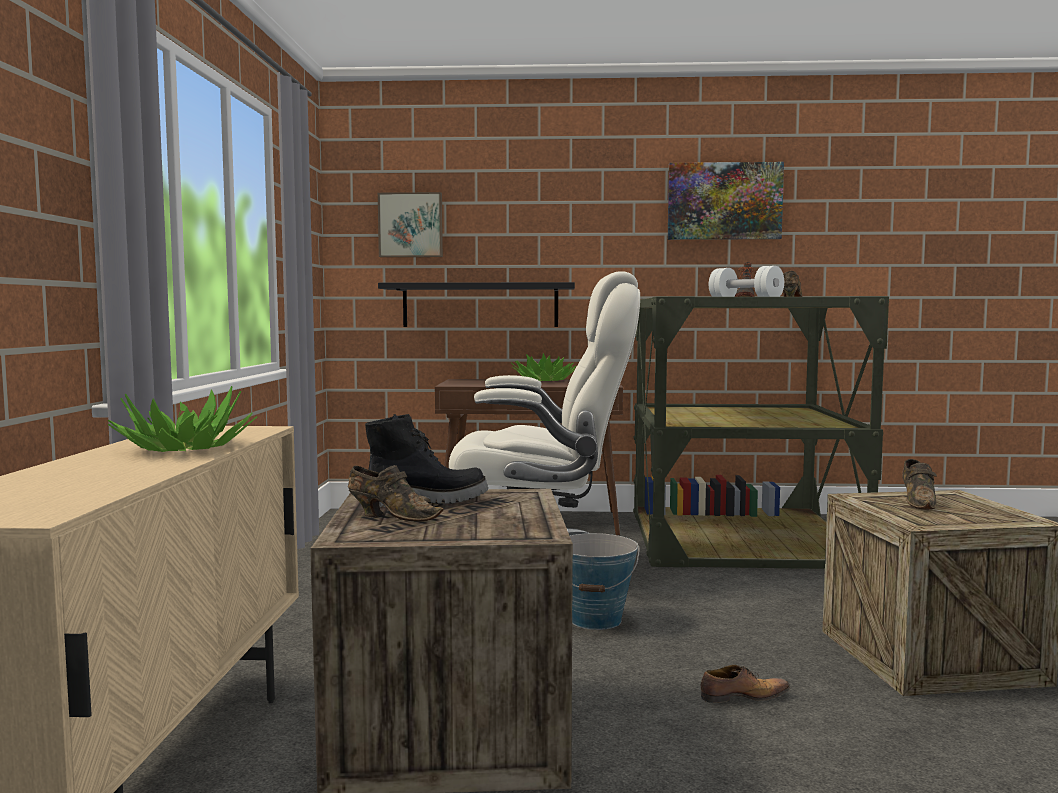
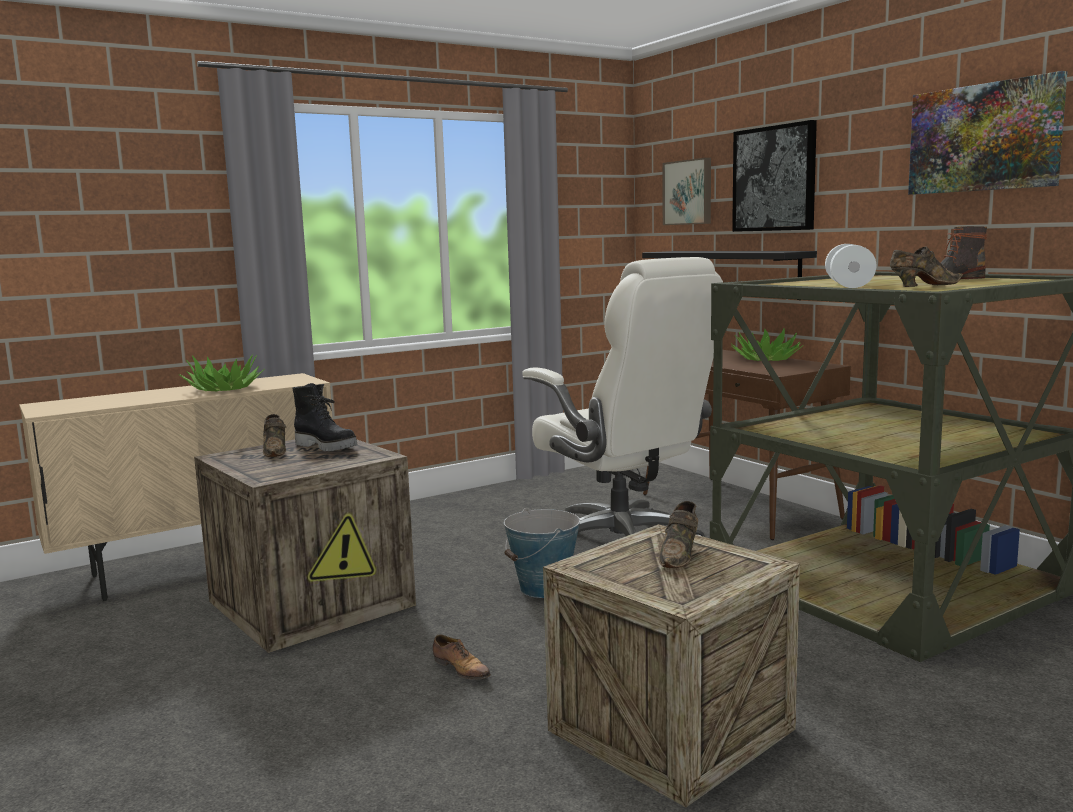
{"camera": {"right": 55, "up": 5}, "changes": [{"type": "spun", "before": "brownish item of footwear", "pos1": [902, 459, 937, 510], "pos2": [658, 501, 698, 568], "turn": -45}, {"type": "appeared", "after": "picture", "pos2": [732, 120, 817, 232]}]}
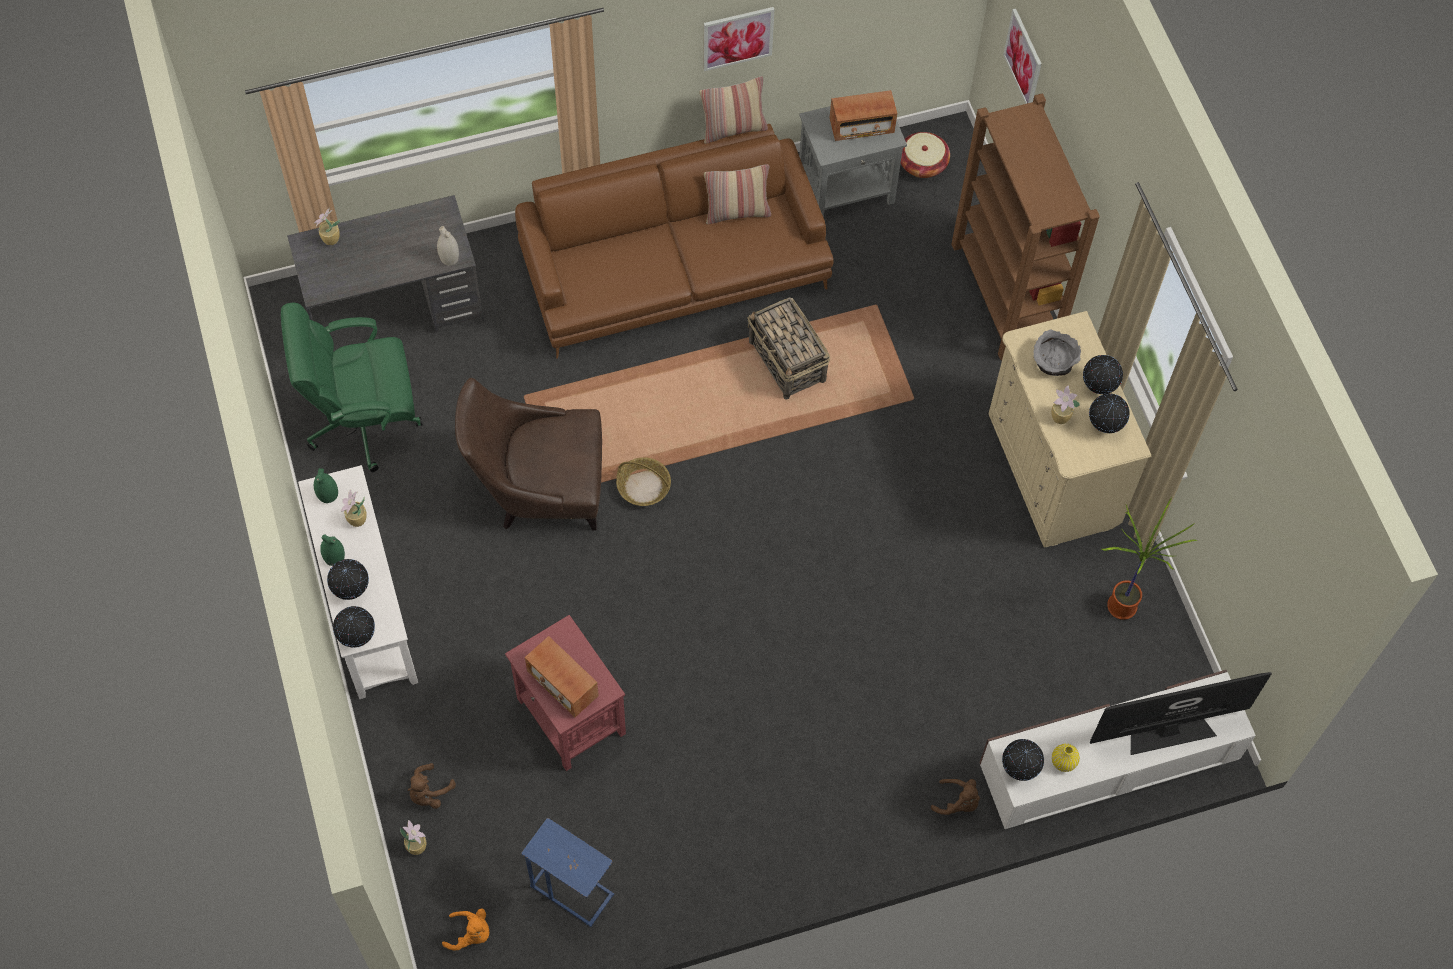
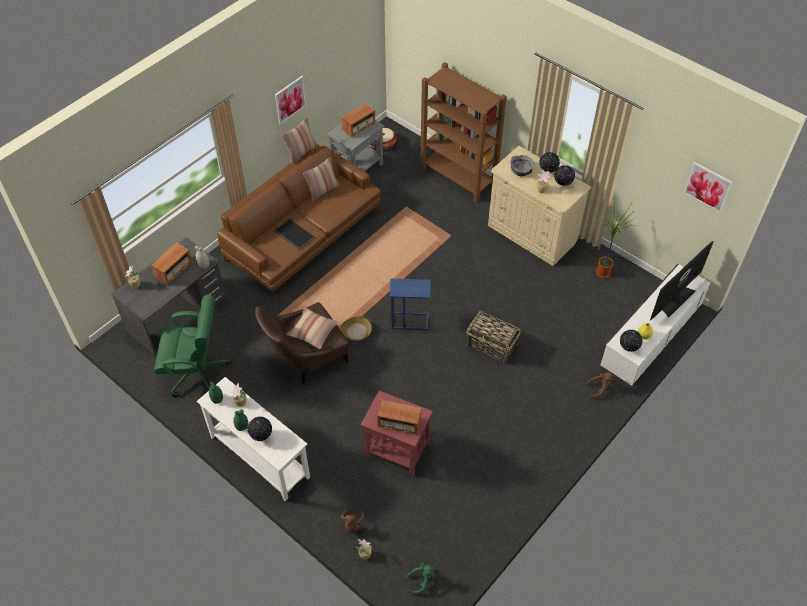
{"camera": {"right": -30, "up": -10}, "changes": [{"type": "appeared", "after": "radio set", "pos2": [151, 243, 192, 285]}, {"type": "spun", "before": "green-coloured office chair", "pos1": [281, 303, 423, 472], "pos2": [154, 295, 231, 397], "turn": -135}, {"type": "appeared", "after": "tray", "pos2": [274, 218, 316, 250]}, {"type": "appeared", "after": "throw pillow", "pos2": [286, 308, 339, 349]}, {"type": "relocated", "before": "blue-coloured end table", "pos1": [521, 818, 614, 927], "pos2": [390, 279, 431, 330]}, {"type": "colour", "before": "orange-coloured cuddly toy", "after": "green-coloured cuddly toy", "pos1": [442, 909, 489, 950], "pos2": [406, 562, 436, 594]}, {"type": "relocated", "before": "household basket", "pos1": [747, 297, 830, 400], "pos2": [466, 311, 521, 364]}, {"type": "relocated", "before": "picture", "pos1": [1003, 9, 1042, 104], "pos2": [683, 162, 733, 213]}, {"type": "missing", "before": "world globe", "pos1": [333, 606, 375, 648]}]}
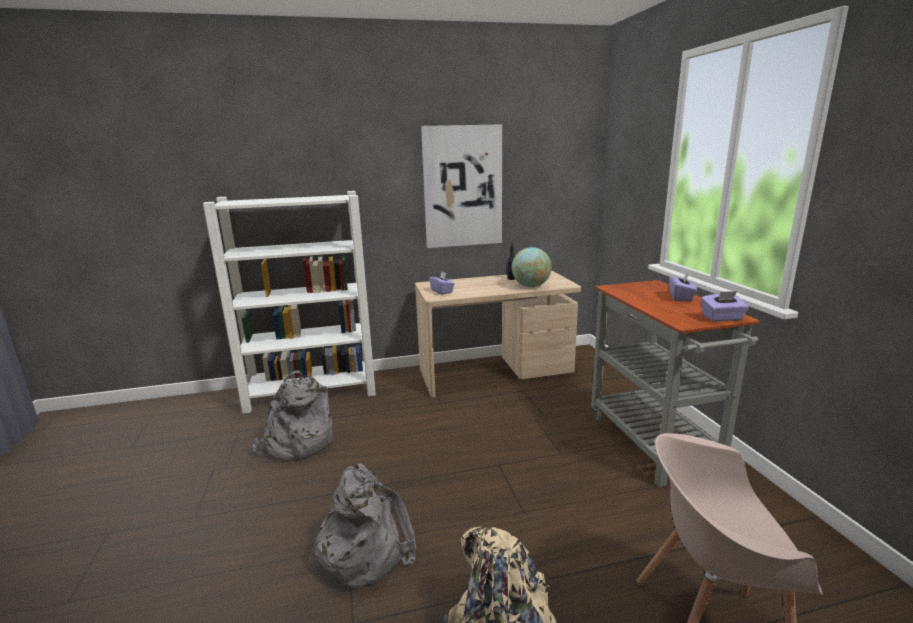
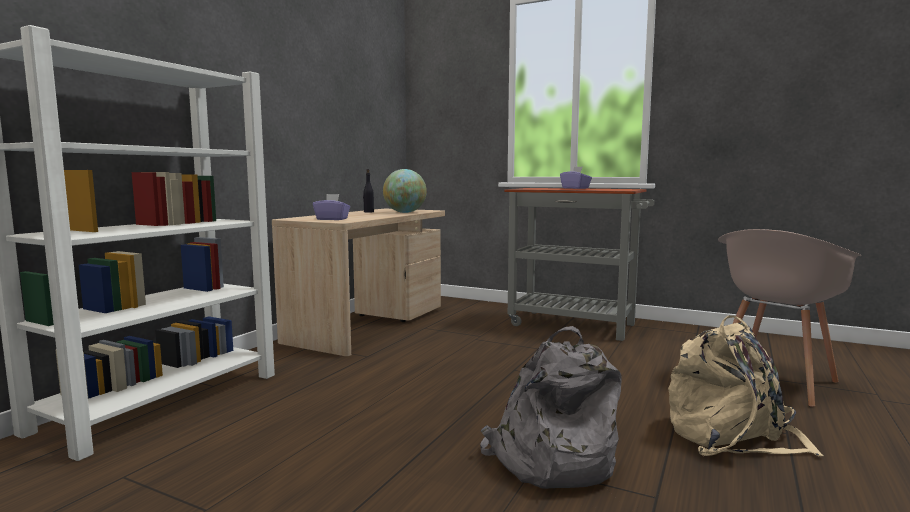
{"camera": {"right": -50, "up": -10}, "changes": [{"type": "missing", "before": "greyish rucksack", "pos1": [253, 370, 333, 462]}, {"type": "missing", "before": "picture", "pos1": [421, 124, 502, 248]}, {"type": "missing", "before": "purple-coloured tissue box", "pos1": [701, 291, 749, 322]}]}
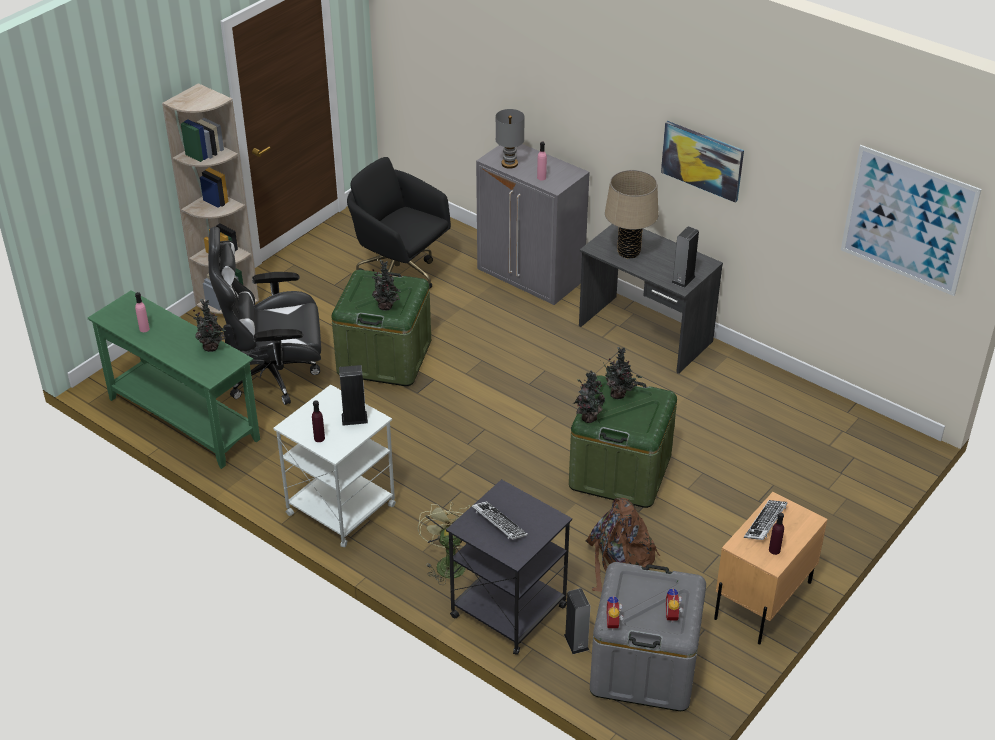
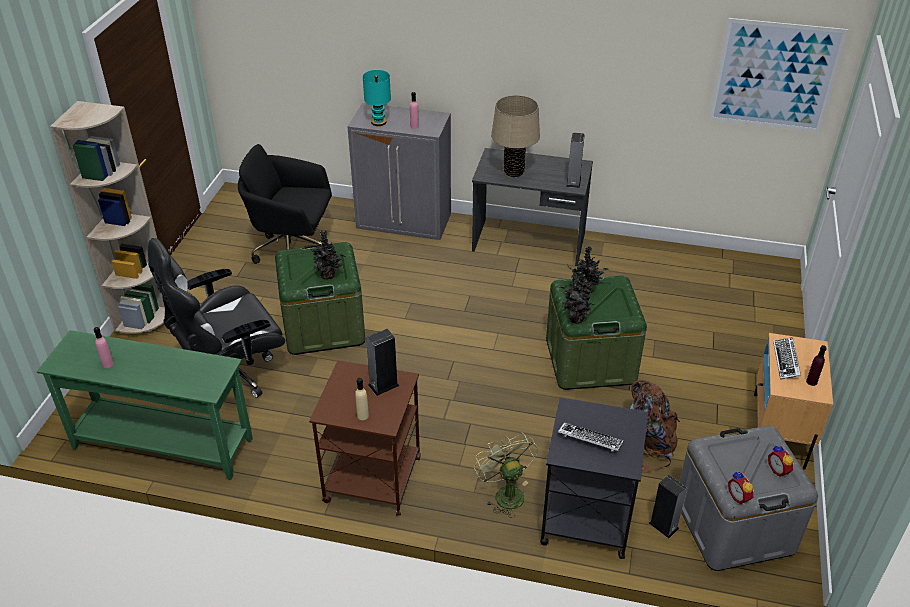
{"camera": {"right": -25, "up": 0}, "changes": [{"type": "colour", "before": "white-coloured trolley", "after": "brownish trolley", "pos1": [273, 385, 396, 547], "pos2": [309, 360, 421, 516]}, {"type": "colour", "before": "purple-coloured drink bottle", "after": "beige drink bottle", "pos1": [312, 400, 325, 442], "pos2": [355, 378, 369, 420]}, {"type": "colour", "before": "greyish tabletop lamp", "after": "turquoise tabletop lamp", "pos1": [496, 109, 525, 169], "pos2": [363, 70, 391, 126]}, {"type": "missing", "before": "potted plant", "pos1": [189, 299, 226, 352]}, {"type": "missing", "before": "picture", "pos1": [661, 121, 744, 203]}]}
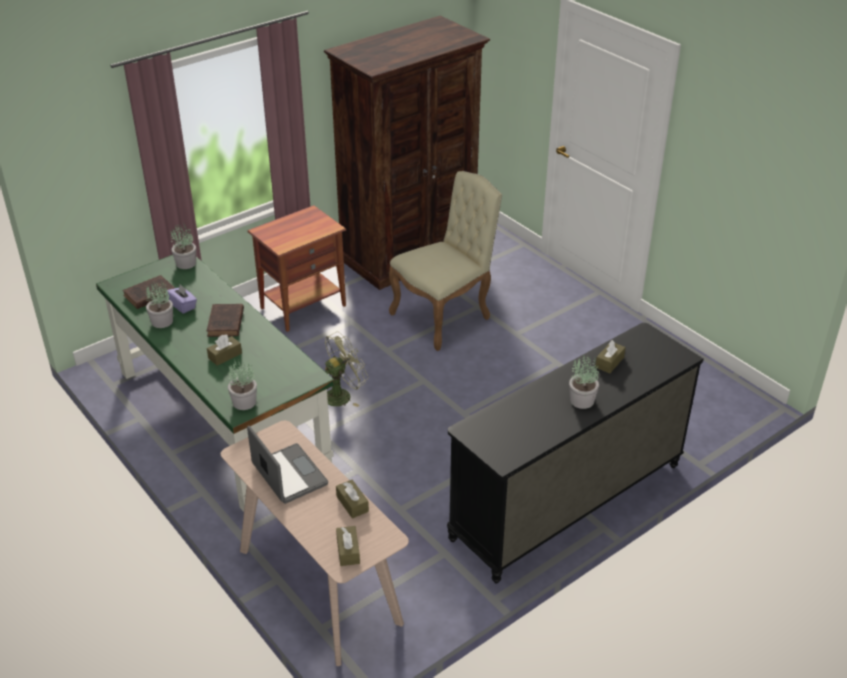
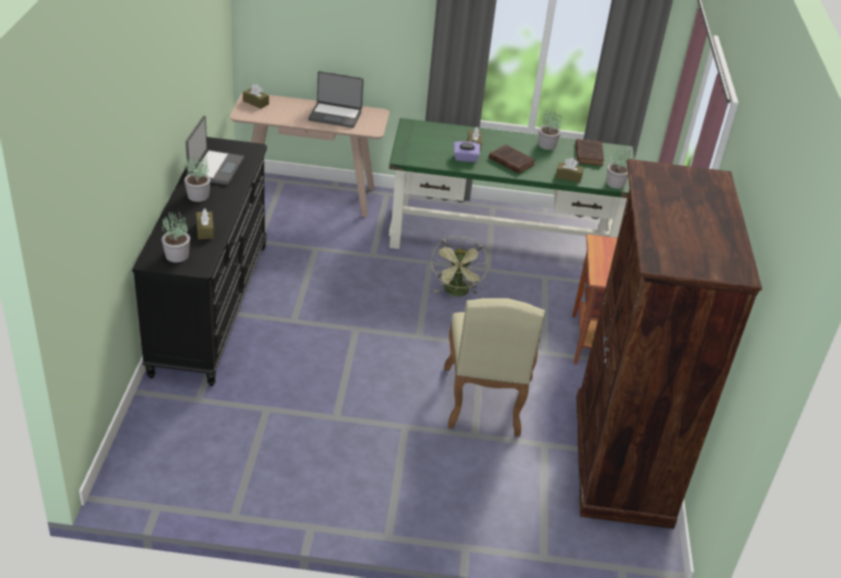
{"camera": {"right": 130, "up": 0}, "changes": [{"type": "relocated", "before": "potted plant", "pos1": [228, 359, 257, 410], "pos2": [162, 209, 190, 263]}, {"type": "appeared", "after": "laptop", "pos2": [186, 116, 244, 185]}, {"type": "relocated", "before": "purple-coloured tissue box", "pos1": [167, 284, 197, 314], "pos2": [454, 141, 480, 162]}, {"type": "relocated", "before": "brownish tissue box", "pos1": [336, 480, 369, 519], "pos2": [555, 158, 584, 183]}]}
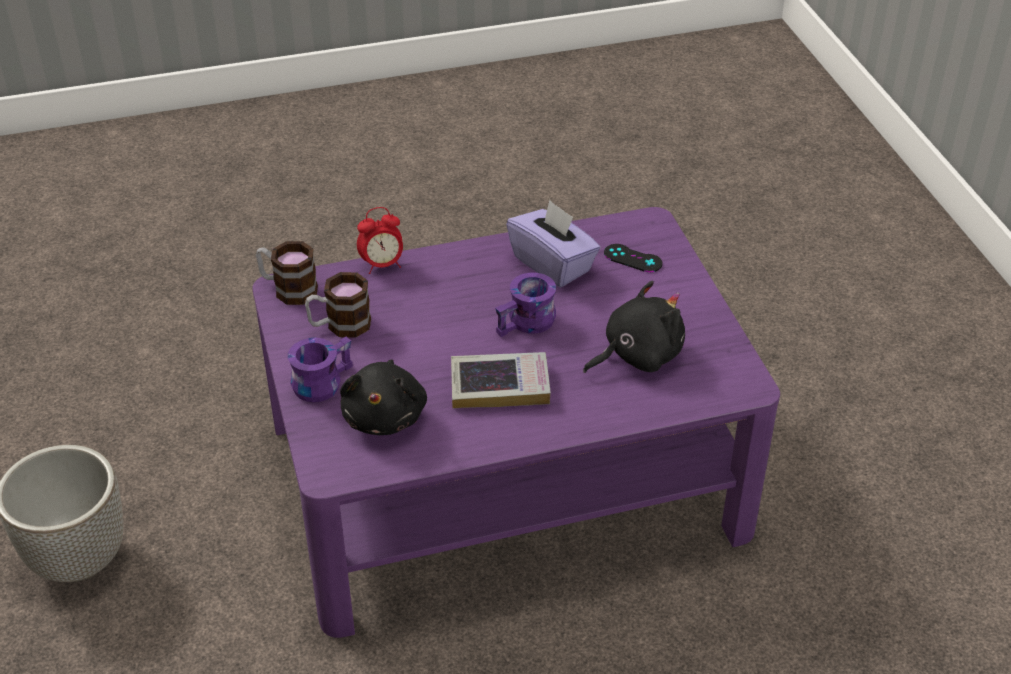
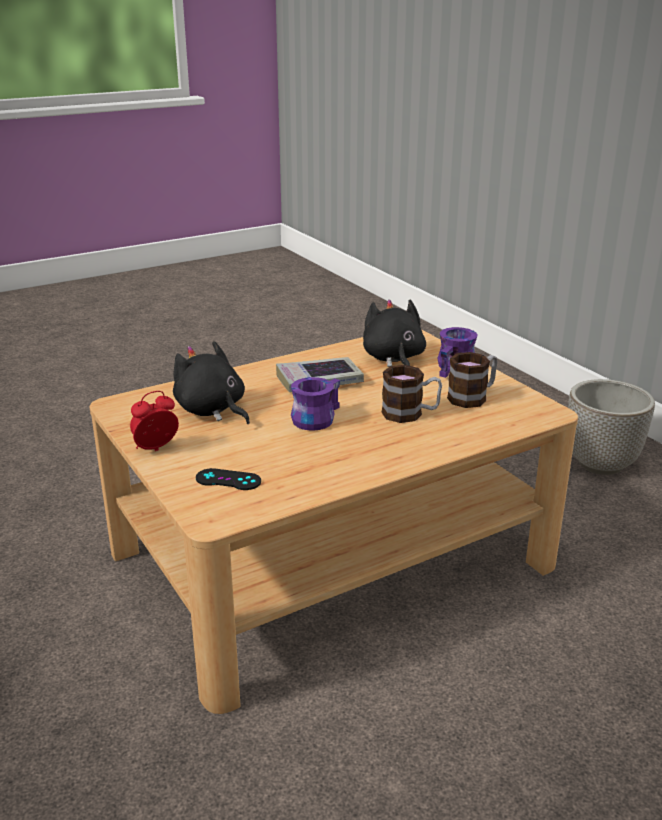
{"camera": {"right": 165, "up": -15}, "changes": [{"type": "colour", "before": "purple-coloured coffee table", "after": "beige coffee table", "pos1": [252, 207, 780, 638], "pos2": [89, 329, 578, 714]}, {"type": "relocated", "before": "bedside clock", "pos1": [357, 207, 403, 274], "pos2": [130, 391, 179, 451]}, {"type": "spun", "before": "blackish cuddly toy", "pos1": [583, 281, 685, 373], "pos2": [173, 341, 250, 424], "turn": 90}, {"type": "relocated", "before": "tea mug", "pos1": [256, 241, 318, 305], "pos2": [381, 365, 442, 423]}, {"type": "missing", "before": "purple-coloured tissue box", "pos1": [506, 200, 600, 287]}]}
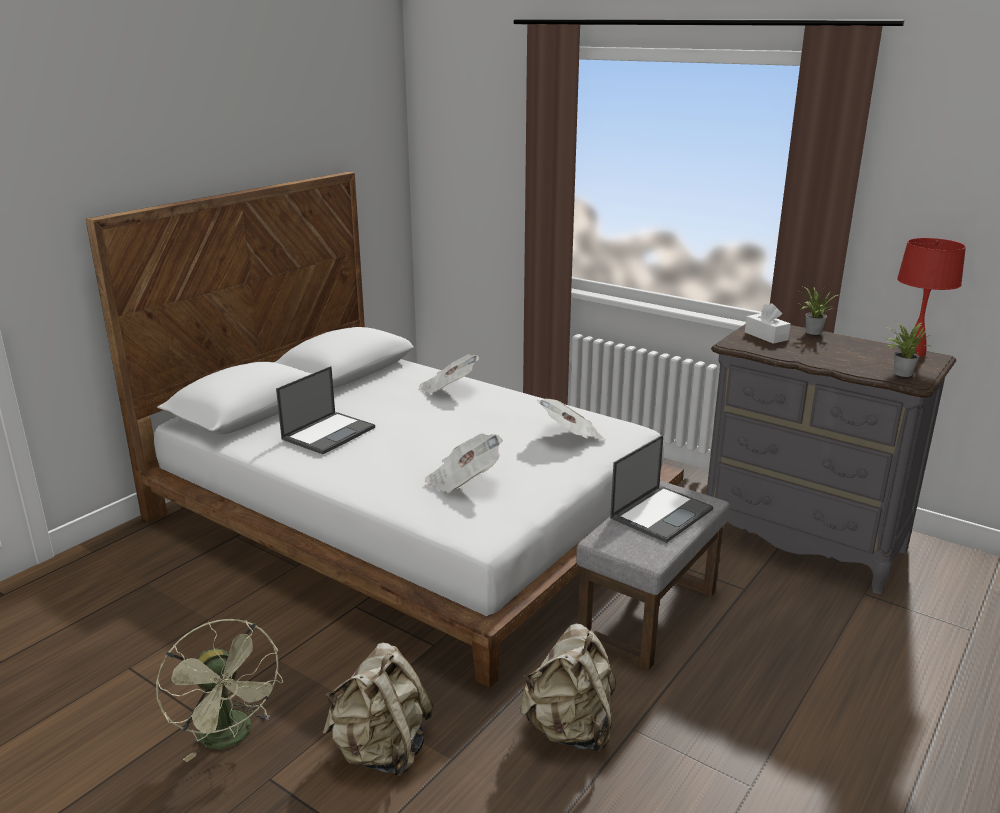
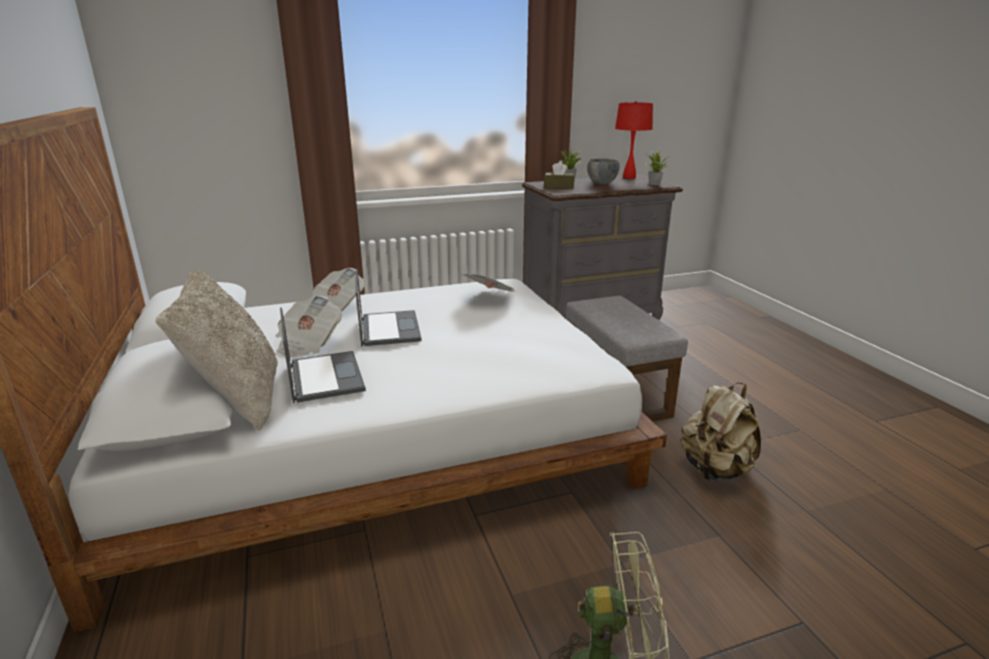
{"camera": {"right": -55, "up": 0}, "changes": [{"type": "appeared", "after": "beige throw pillow", "pos2": [155, 270, 278, 430]}, {"type": "relocated", "before": "newspaper", "pos1": [425, 434, 503, 494], "pos2": [276, 295, 342, 358]}, {"type": "relocated", "before": "laptop", "pos1": [610, 435, 713, 543], "pos2": [356, 269, 422, 346]}, {"type": "colour", "before": "white-coloured tissue box", "after": "brownish tissue box", "pos1": [745, 303, 791, 344], "pos2": [545, 161, 574, 188]}, {"type": "appeared", "after": "greyish deep dish", "pos2": [587, 158, 620, 185]}, {"type": "missing", "before": "beige rucksack", "pos1": [323, 643, 434, 777]}]}
